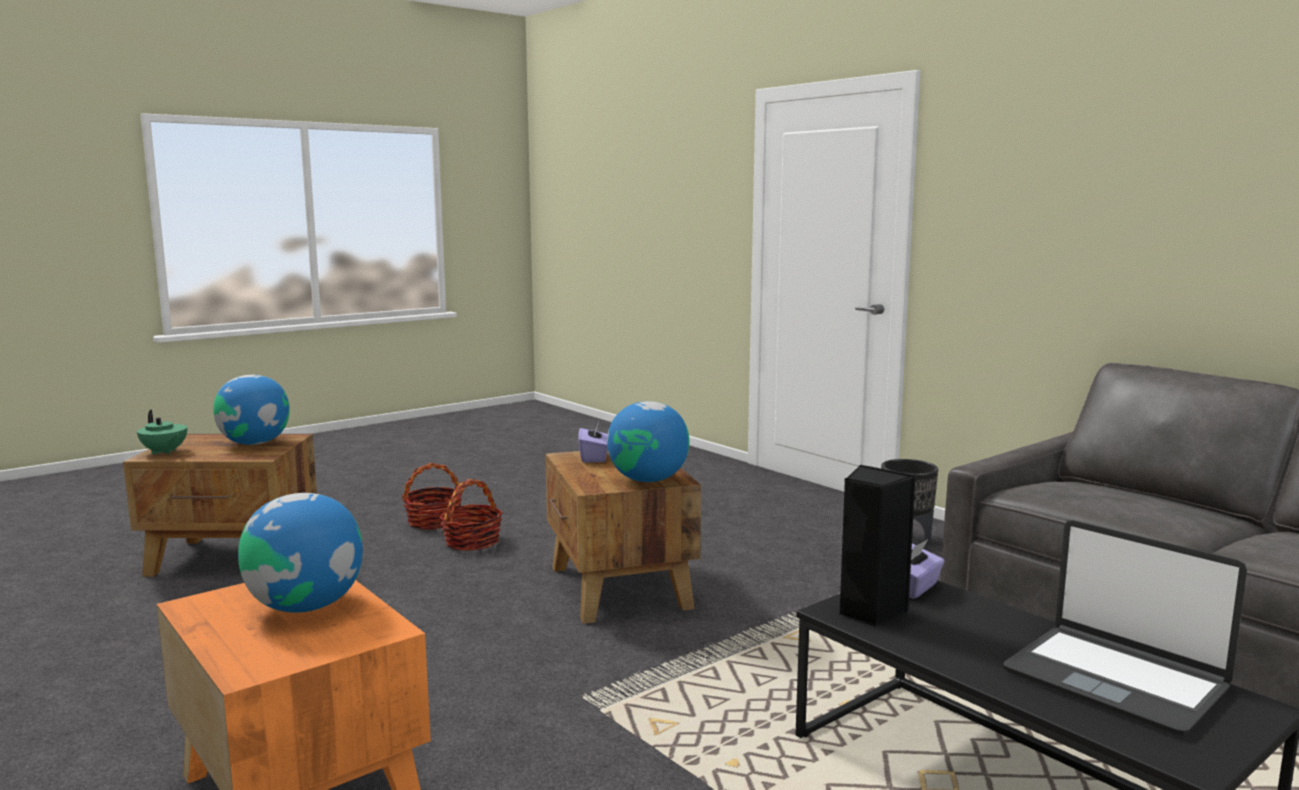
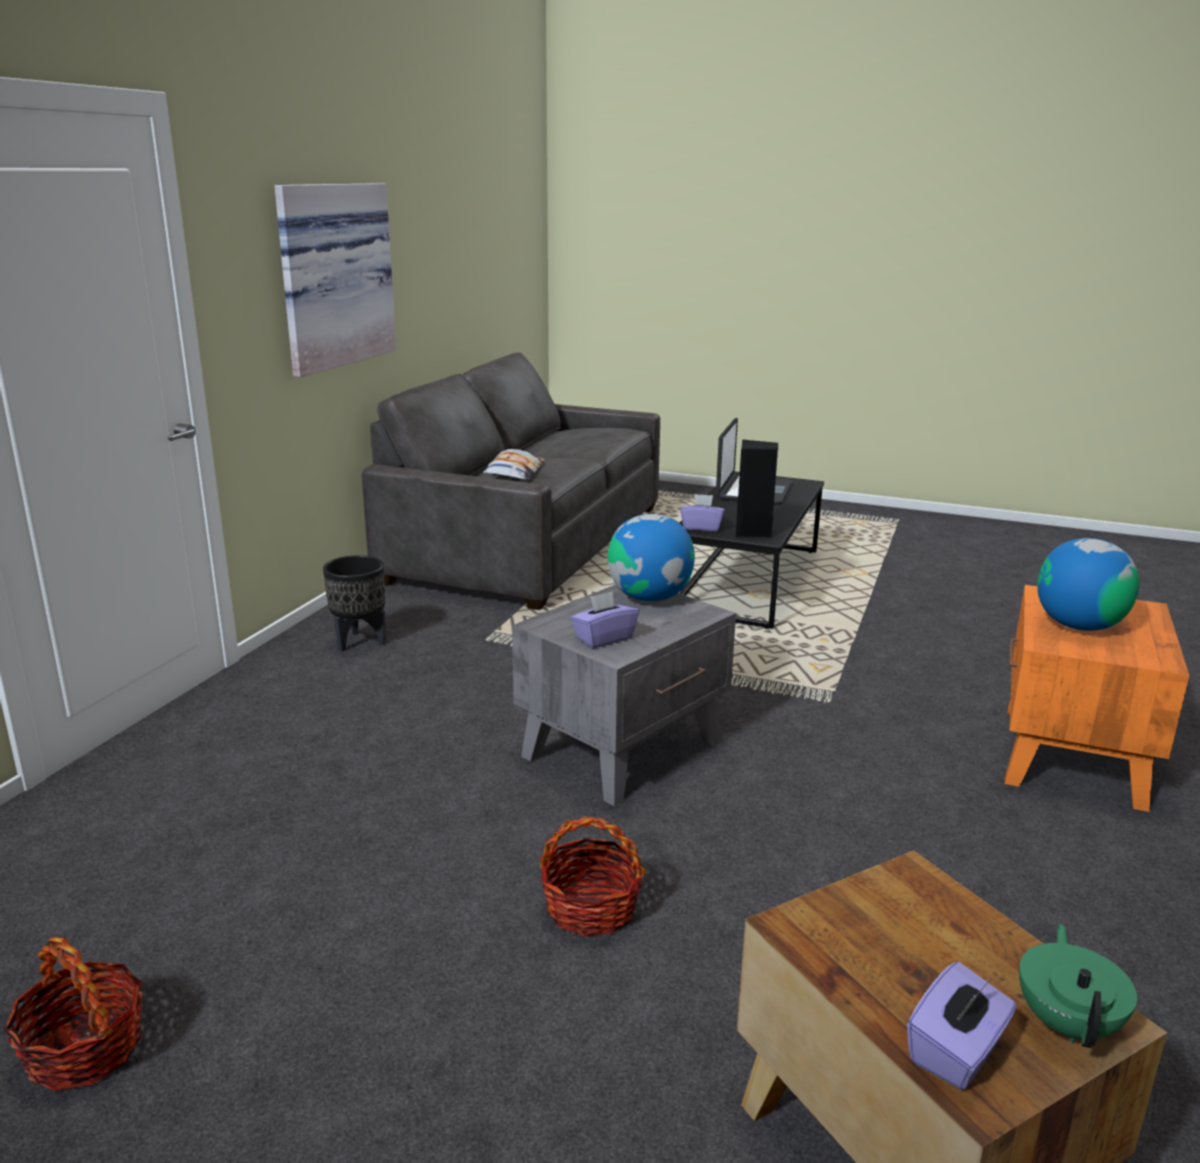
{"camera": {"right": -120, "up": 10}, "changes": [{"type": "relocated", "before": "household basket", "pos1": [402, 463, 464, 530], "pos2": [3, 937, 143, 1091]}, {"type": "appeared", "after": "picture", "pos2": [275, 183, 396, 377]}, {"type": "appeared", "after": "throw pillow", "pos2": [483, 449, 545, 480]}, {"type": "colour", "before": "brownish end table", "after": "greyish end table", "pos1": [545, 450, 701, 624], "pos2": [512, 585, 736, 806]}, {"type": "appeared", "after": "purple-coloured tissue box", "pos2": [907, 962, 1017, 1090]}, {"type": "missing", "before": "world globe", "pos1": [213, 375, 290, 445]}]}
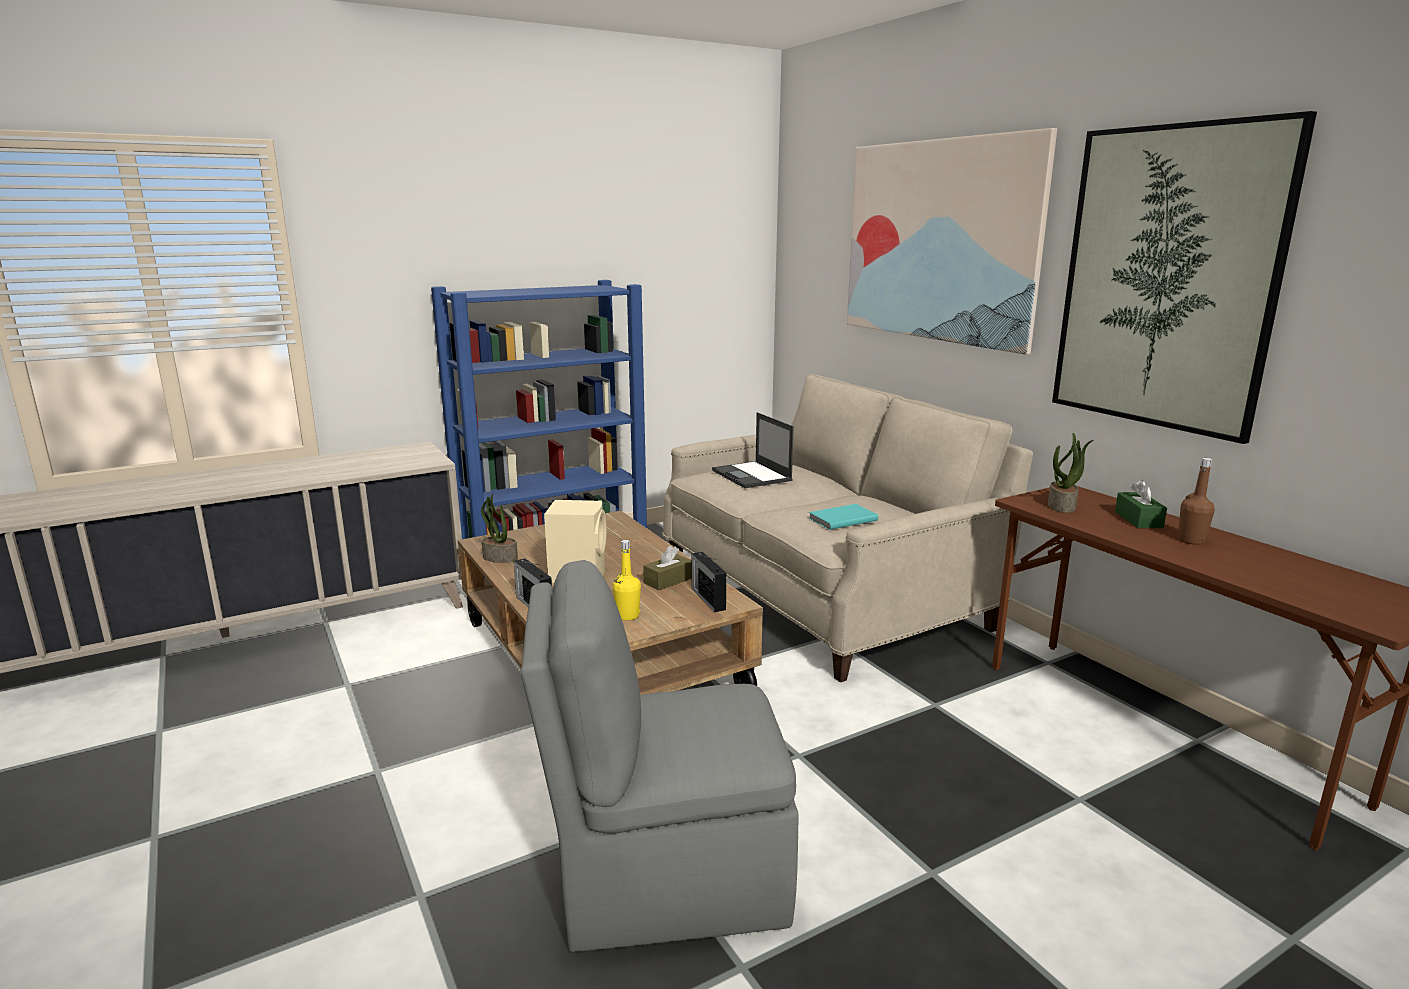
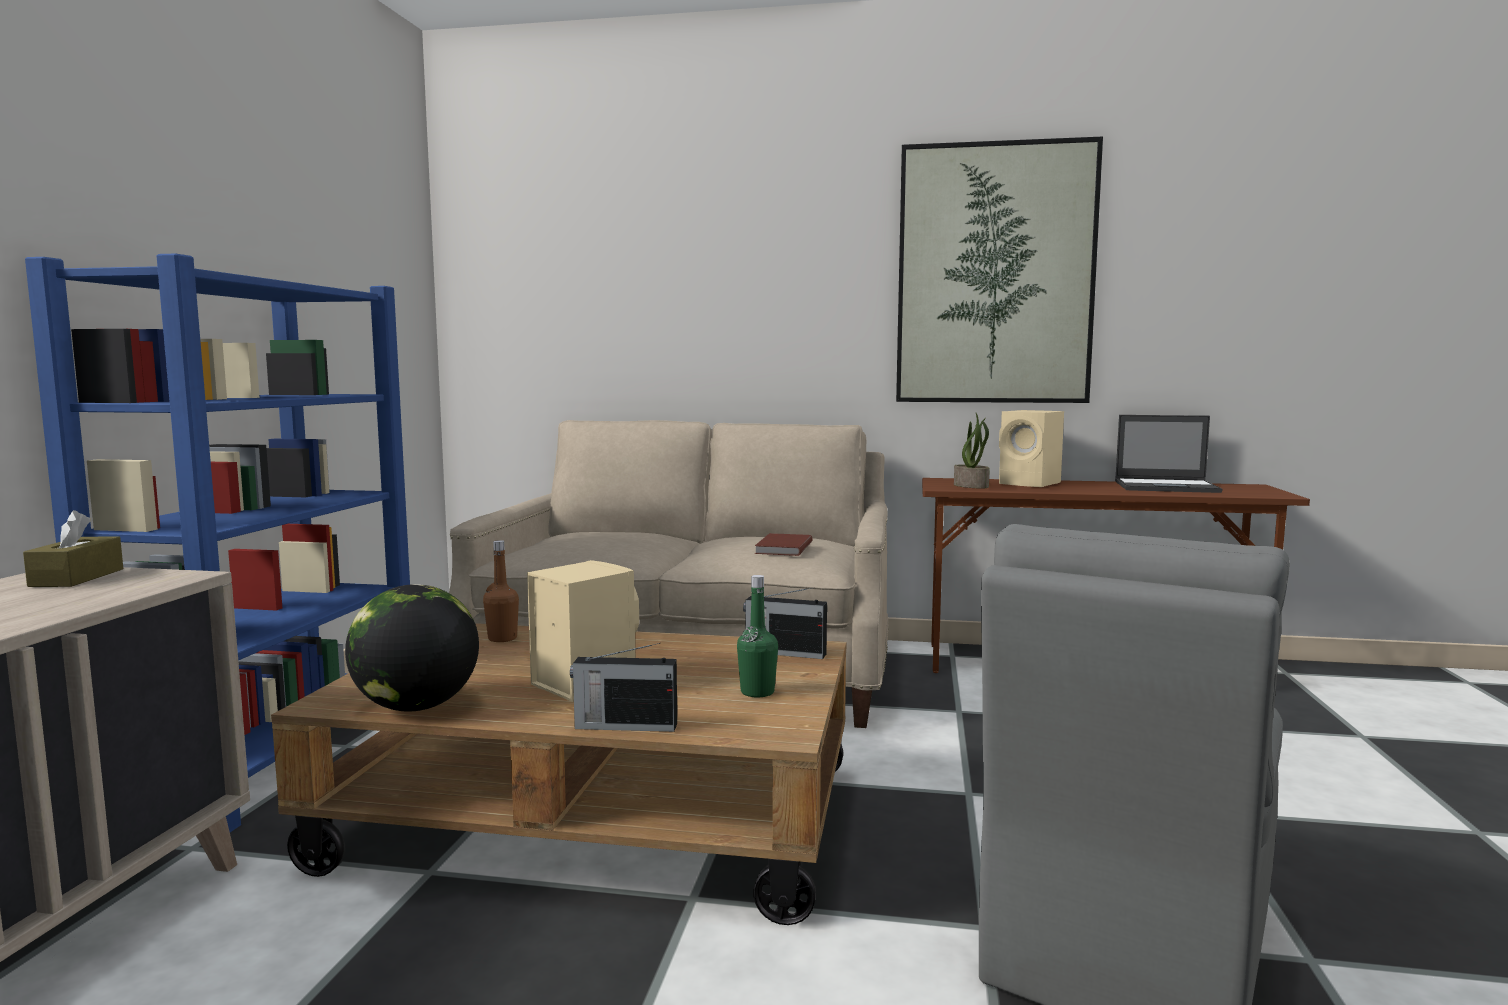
{"camera": {"right": -50, "up": -10}, "changes": [{"type": "relocated", "before": "brownish tissue box", "pos1": [643, 546, 692, 591], "pos2": [23, 510, 123, 587]}, {"type": "exchanged", "before": "potted plant", "after": "world globe", "pos1": [481, 493, 518, 563], "pos2": [345, 584, 479, 711]}, {"type": "relocated", "before": "brownish drink bottle", "pos1": [1178, 458, 1215, 545], "pos2": [483, 540, 519, 642]}, {"type": "colour", "before": "yellowish drink bottle", "after": "green-coloured drink bottle", "pos1": [613, 540, 641, 621], "pos2": [737, 575, 778, 697]}, {"type": "colour", "before": "turquoise bound book", "after": "brownish bound book", "pos1": [808, 504, 878, 530], "pos2": [755, 533, 812, 556]}, {"type": "exchanged", "before": "green-coloured tissue box", "after": "beige loudspeaker", "pos1": [1115, 480, 1167, 528], "pos2": [999, 410, 1064, 487]}, {"type": "relocated", "before": "laptop", "pos1": [712, 412, 794, 488], "pos2": [1115, 415, 1222, 493]}, {"type": "missing", "before": "picture", "pos1": [847, 128, 1057, 354]}]}
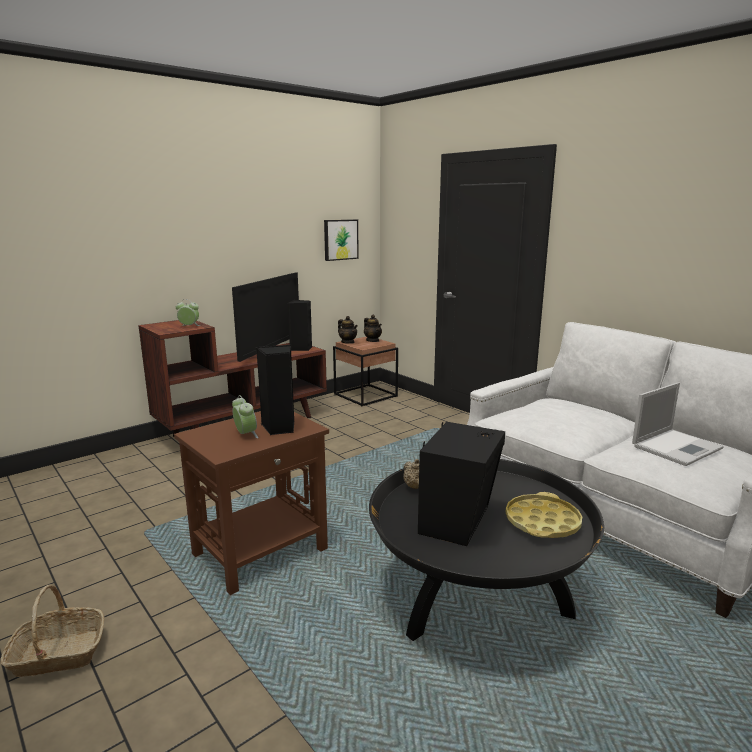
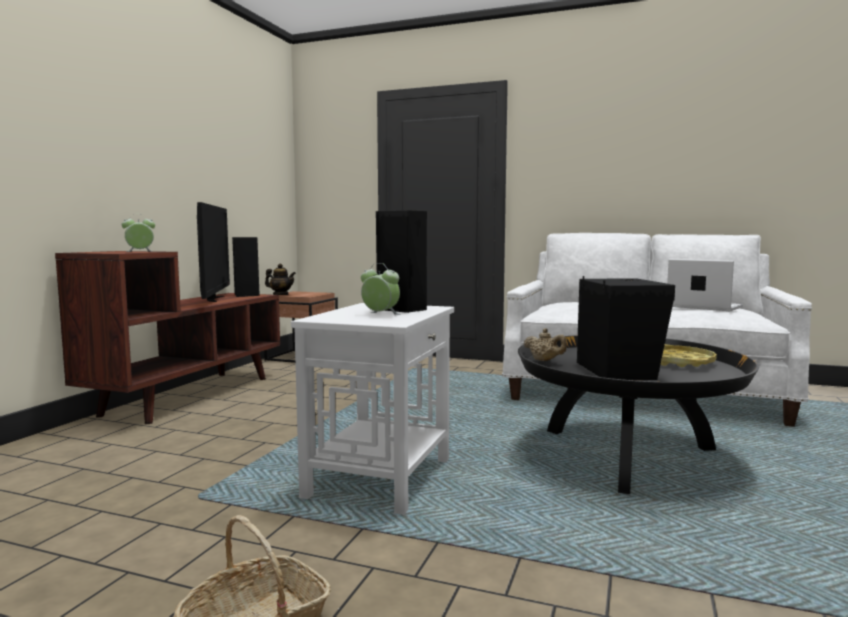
{"camera": {"right": -30, "up": -10}, "changes": [{"type": "colour", "before": "brownish end table", "after": "white-coloured end table", "pos1": [174, 411, 329, 595], "pos2": [291, 303, 454, 515]}, {"type": "spun", "before": "laptop", "pos1": [632, 382, 724, 466], "pos2": [667, 259, 743, 311], "turn": -75}, {"type": "missing", "before": "picture", "pos1": [324, 219, 359, 261]}, {"type": "missing", "before": "teapot", "pos1": [364, 315, 382, 342]}]}
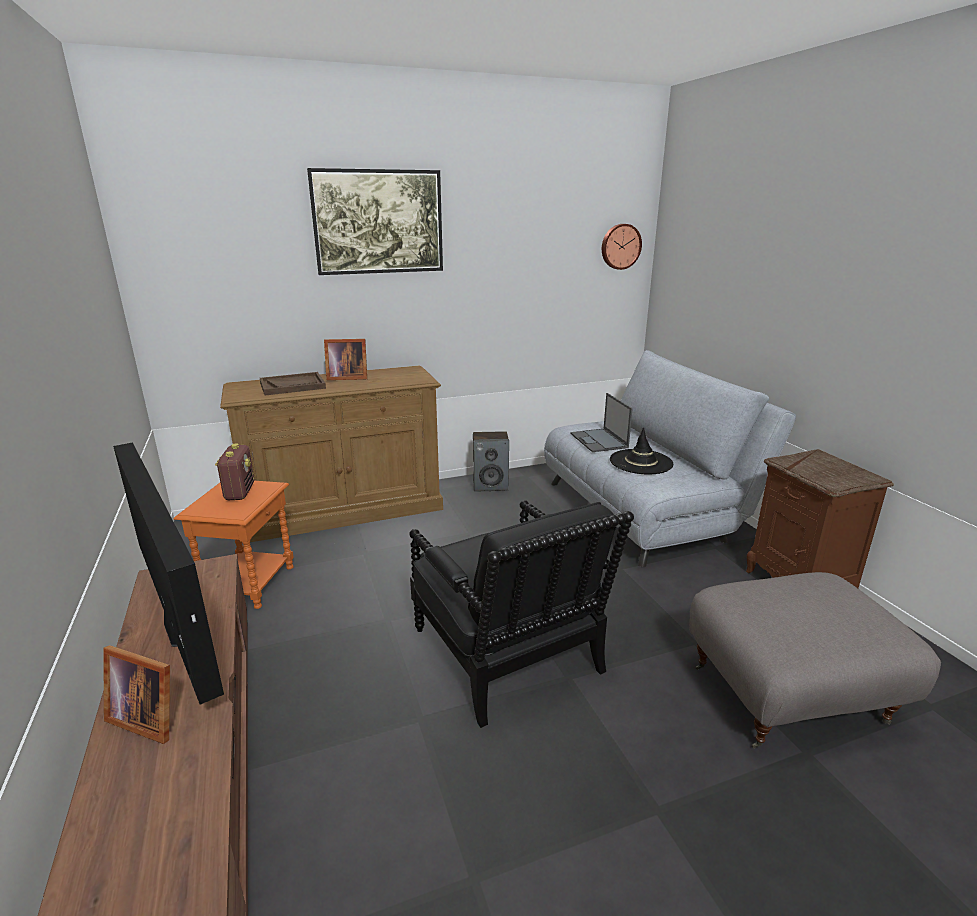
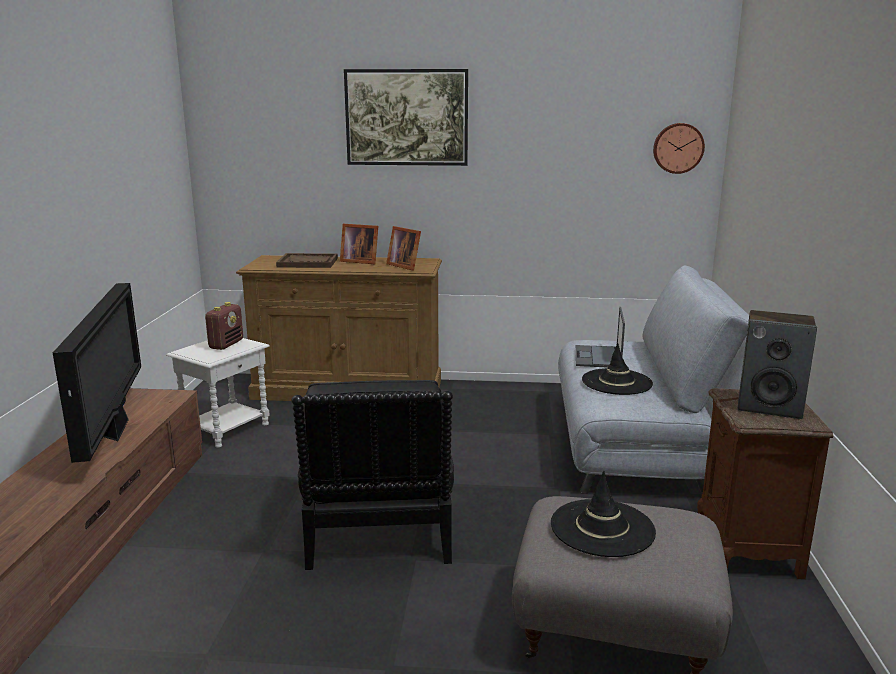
{"camera": {"right": 25, "up": -5}, "changes": [{"type": "colour", "before": "orange-coloured end table", "after": "white-coloured end table", "pos1": [174, 481, 294, 609], "pos2": [166, 338, 270, 447]}, {"type": "relocated", "before": "photo frame", "pos1": [103, 645, 170, 744], "pos2": [386, 226, 421, 271]}, {"type": "appeared", "after": "blackish wearable hat", "pos2": [551, 471, 656, 557]}, {"type": "relocated", "before": "loudspeaker", "pos1": [473, 431, 509, 491], "pos2": [737, 310, 817, 419]}]}
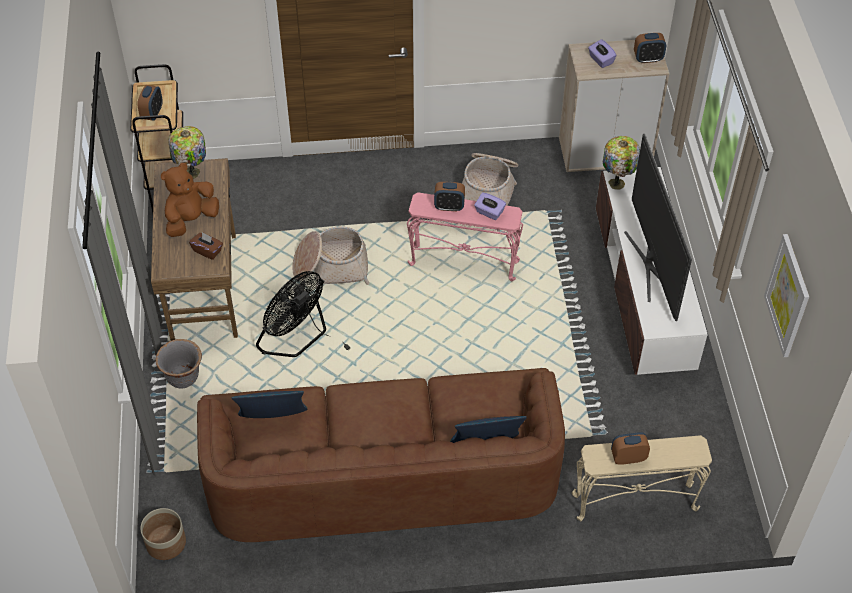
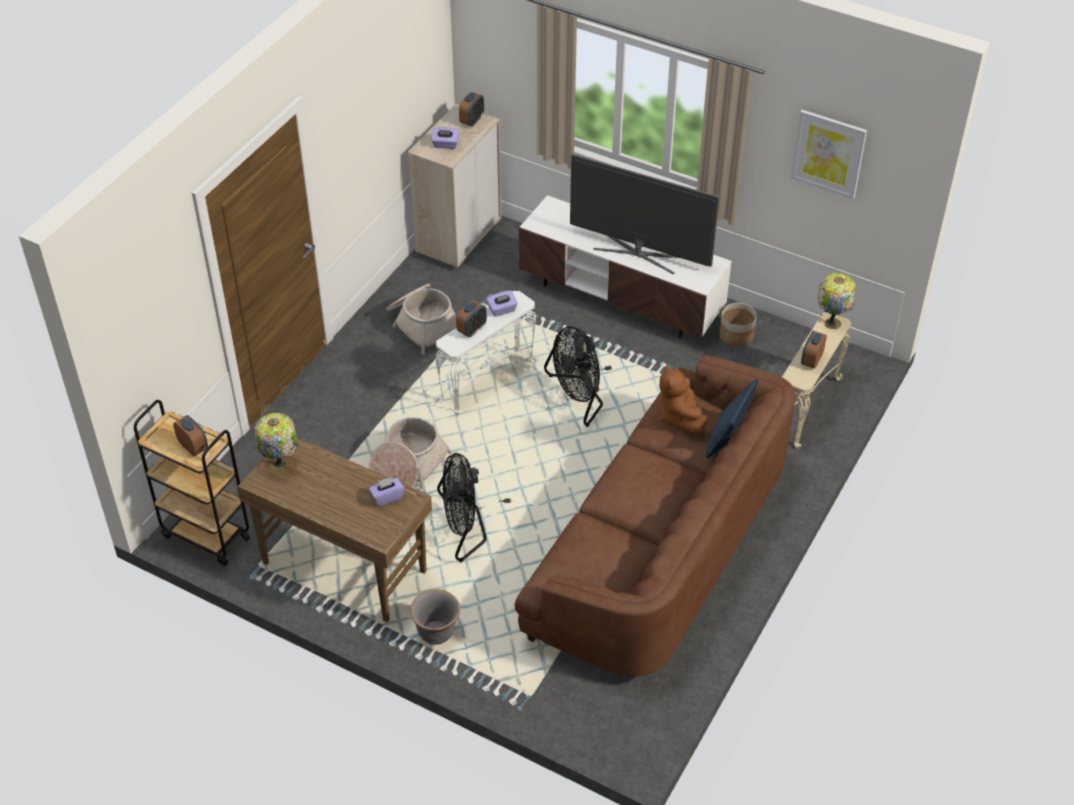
{"camera": {"right": -55, "up": -5}, "changes": [{"type": "colour", "before": "brownish tissue box", "after": "purple-coloured tissue box", "pos1": [189, 232, 223, 260], "pos2": [369, 477, 405, 507]}, {"type": "colour", "before": "pinkish end table", "after": "white-coloured end table", "pos1": [407, 192, 523, 282], "pos2": [436, 291, 537, 415]}, {"type": "appeared", "after": "blackish fan", "pos2": [544, 326, 611, 427]}, {"type": "relocated", "before": "brownish cuddly toy", "pos1": [161, 163, 219, 237], "pos2": [659, 364, 707, 434]}, {"type": "relocated", "before": "planter", "pos1": [140, 508, 186, 560], "pos2": [719, 303, 757, 347]}, {"type": "relocated", "before": "tabletop lamp", "pos1": [603, 136, 640, 190], "pos2": [818, 273, 856, 330]}, {"type": "missing", "before": "blue-coloured throw pillow", "pos1": [232, 391, 307, 418]}]}
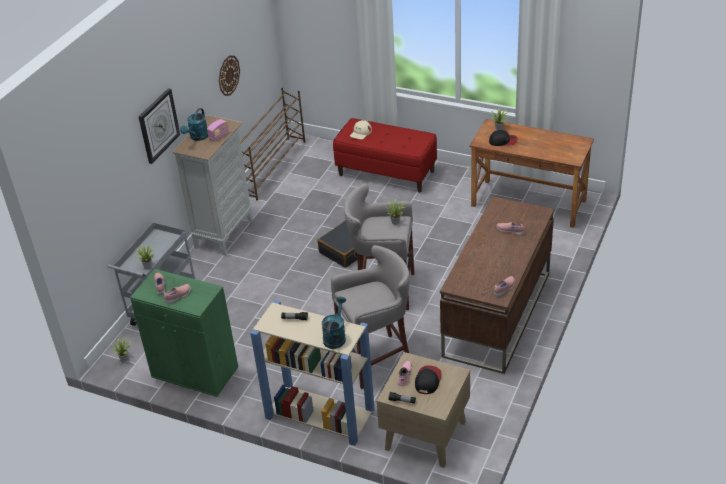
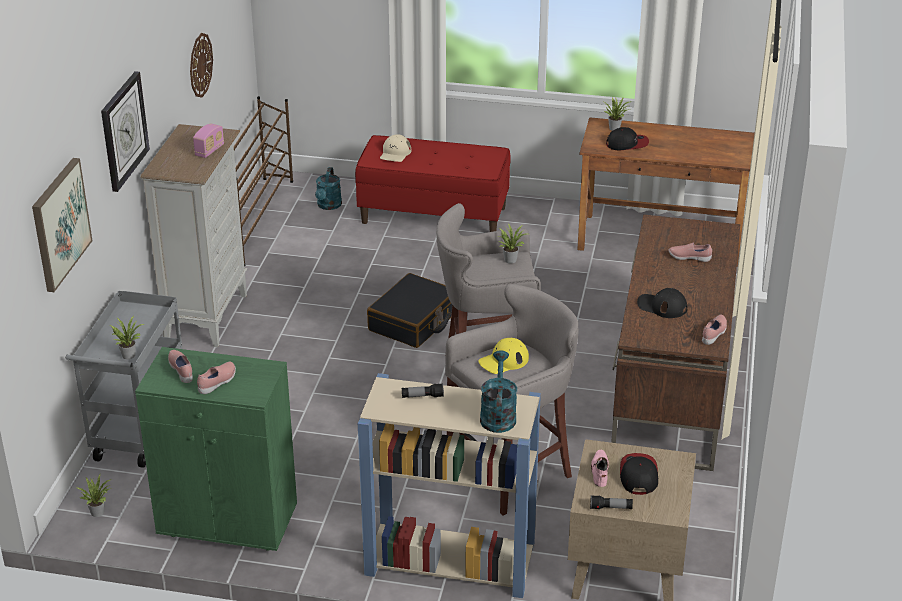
{"camera": {"right": -15, "up": -5}, "changes": [{"type": "appeared", "after": "picture", "pos2": [32, 158, 93, 292]}, {"type": "relocated", "before": "turquoise sprinkling can", "pos1": [180, 108, 208, 141], "pos2": [315, 167, 342, 210]}, {"type": "appeared", "after": "yellowish baseball cap", "pos2": [478, 338, 529, 374]}, {"type": "appeared", "after": "blackish baseball cap", "pos2": [637, 288, 687, 318]}]}
